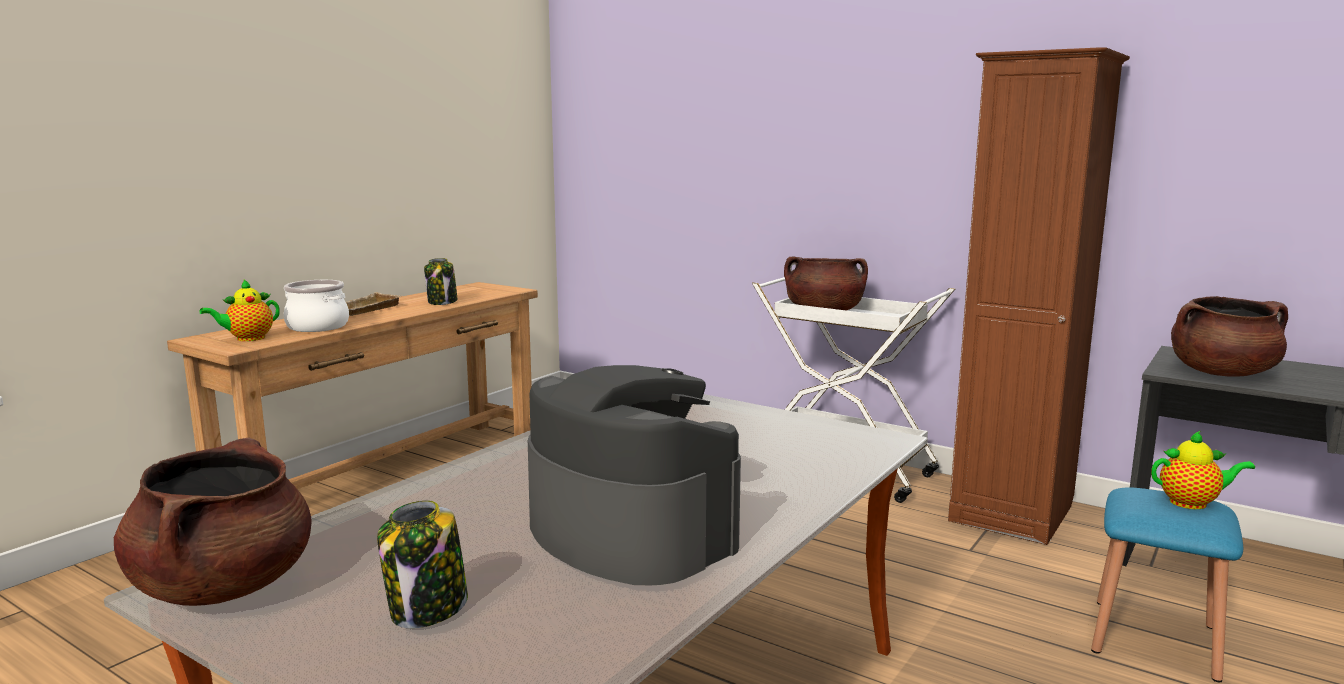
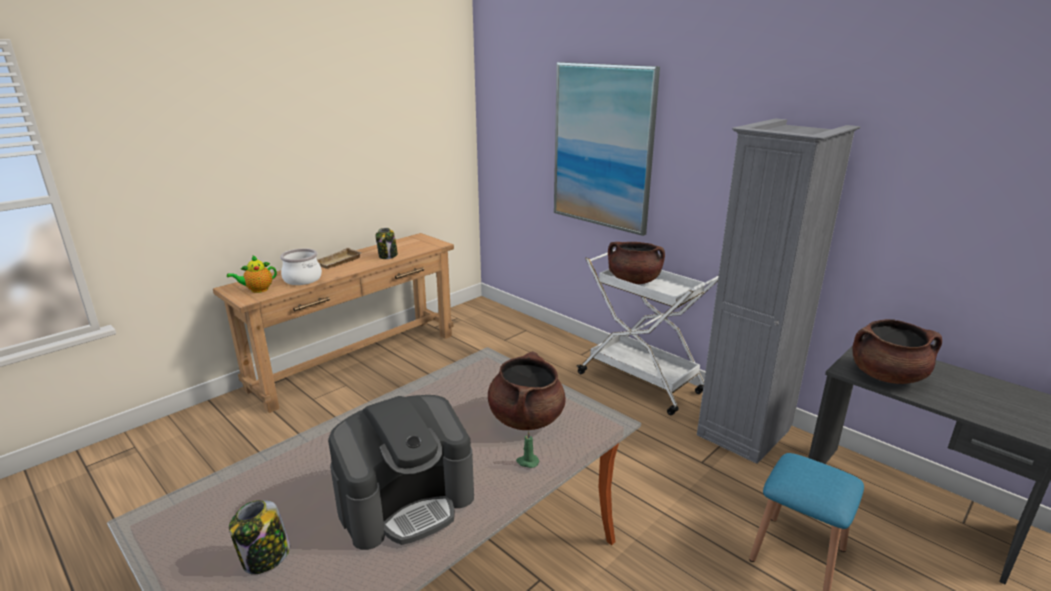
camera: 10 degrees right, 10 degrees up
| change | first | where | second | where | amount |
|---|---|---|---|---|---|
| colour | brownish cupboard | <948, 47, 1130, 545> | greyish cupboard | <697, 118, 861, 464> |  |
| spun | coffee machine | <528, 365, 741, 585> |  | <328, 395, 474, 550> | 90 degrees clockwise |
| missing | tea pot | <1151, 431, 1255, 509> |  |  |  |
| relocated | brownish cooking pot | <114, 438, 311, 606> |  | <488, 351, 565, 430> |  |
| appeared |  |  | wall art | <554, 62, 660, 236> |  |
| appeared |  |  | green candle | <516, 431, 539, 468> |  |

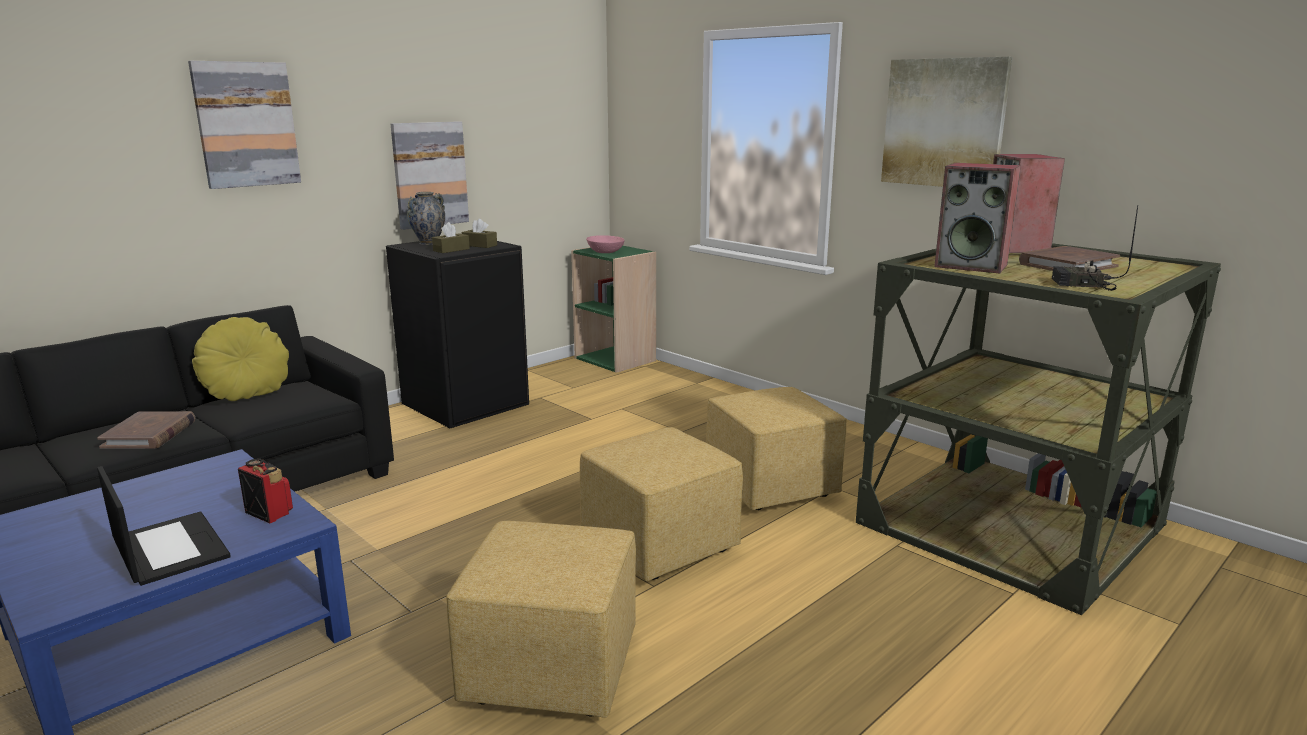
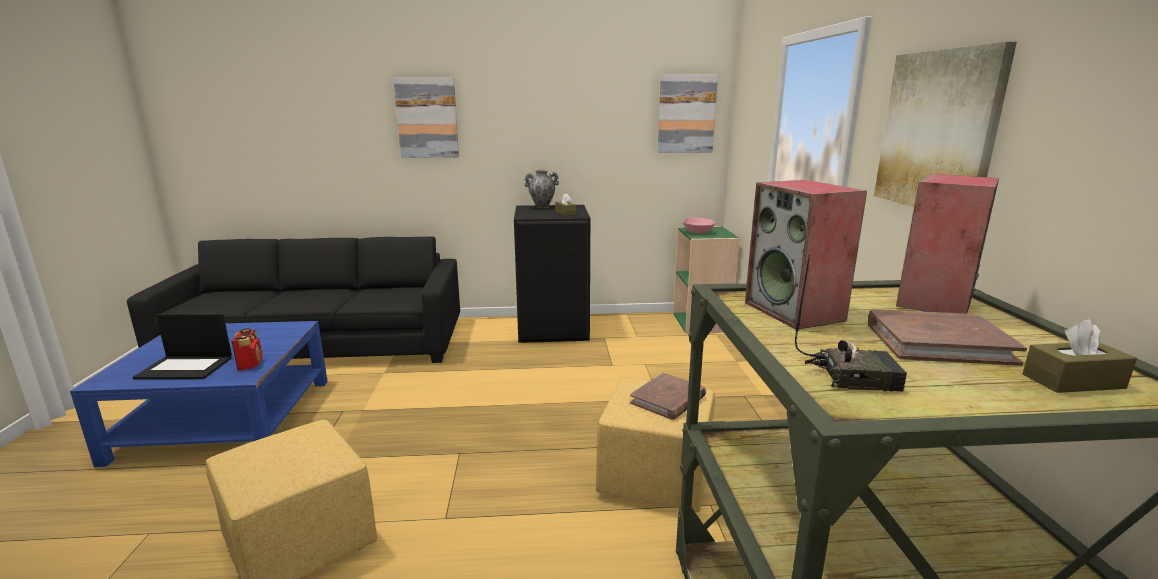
camera: 40 degrees right, 0 degrees up
| change | first | where | second | where | amount |
|---|---|---|---|---|---|
| relocated | wall art | <391, 121, 469, 230> |  | <658, 74, 718, 153> |  |
| spun | radio receiver | <1052, 205, 1138, 291> |  | <795, 255, 907, 392> | 135 degrees clockwise |
| relocated | brownish box of tissues | <432, 222, 470, 253> |  | <1023, 319, 1137, 393> |  |
| missing | yellow-coloured cushion | <192, 317, 289, 401> |  |  |  |
| relocated | brownish volume | <97, 411, 195, 449> |  | <630, 373, 706, 420> |  |
| missing | yellow-coloured pouffe | <580, 427, 743, 581> |  |  |  |
| spun | notebook computer | <97, 466, 231, 586> |  | <133, 314, 232, 380> | 90 degrees clockwise |

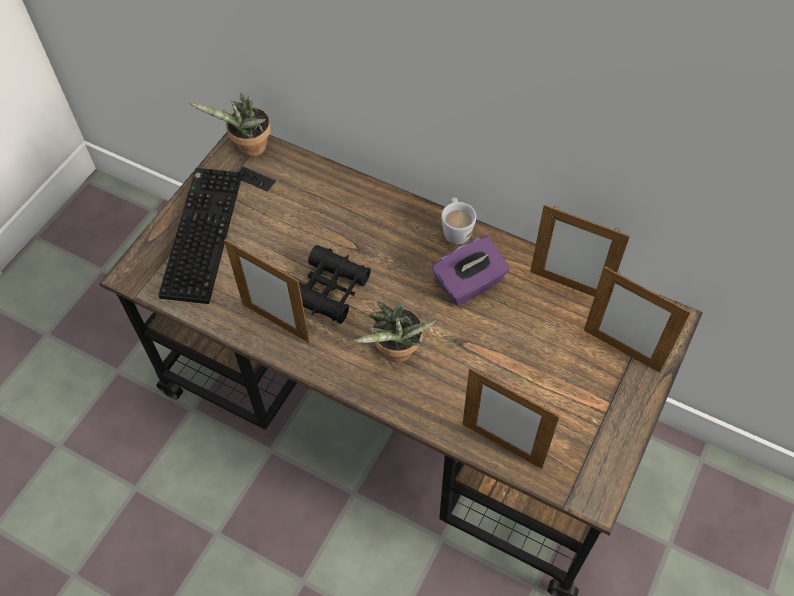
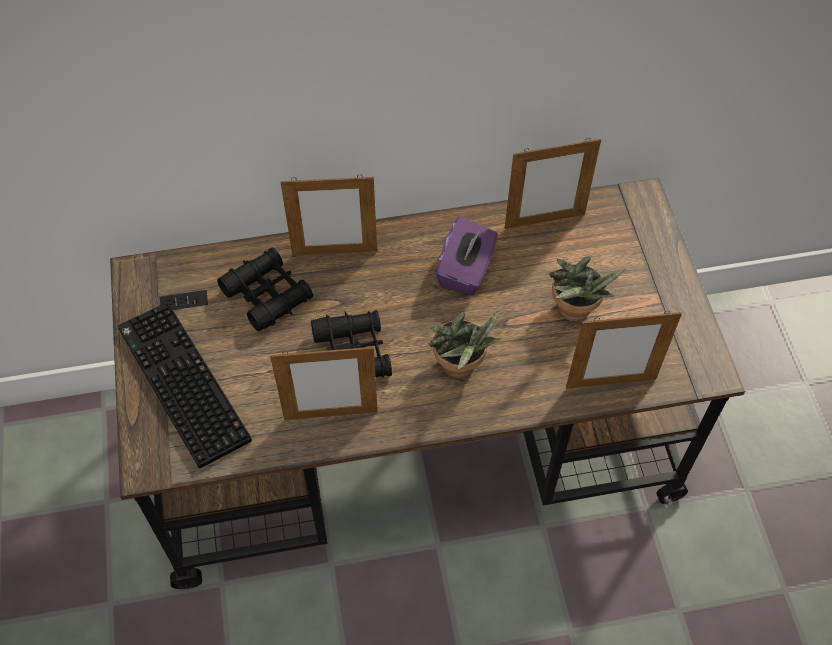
camera: 40 degrees left, 0 degrees up
| change | first | where | second | where | amount |
|---|---|---|---|---|---|
| relocated | potted plant | <189, 93, 271, 157> |  | <549, 256, 626, 322> |  |
| missing | white coffee mug | <441, 197, 476, 245> |  |  |  |
| relocated | picture frame | <584, 267, 691, 373> |  | <280, 174, 377, 256> |  |
| appeared |  |  | blackish binoculars | <217, 248, 313, 331> |  |

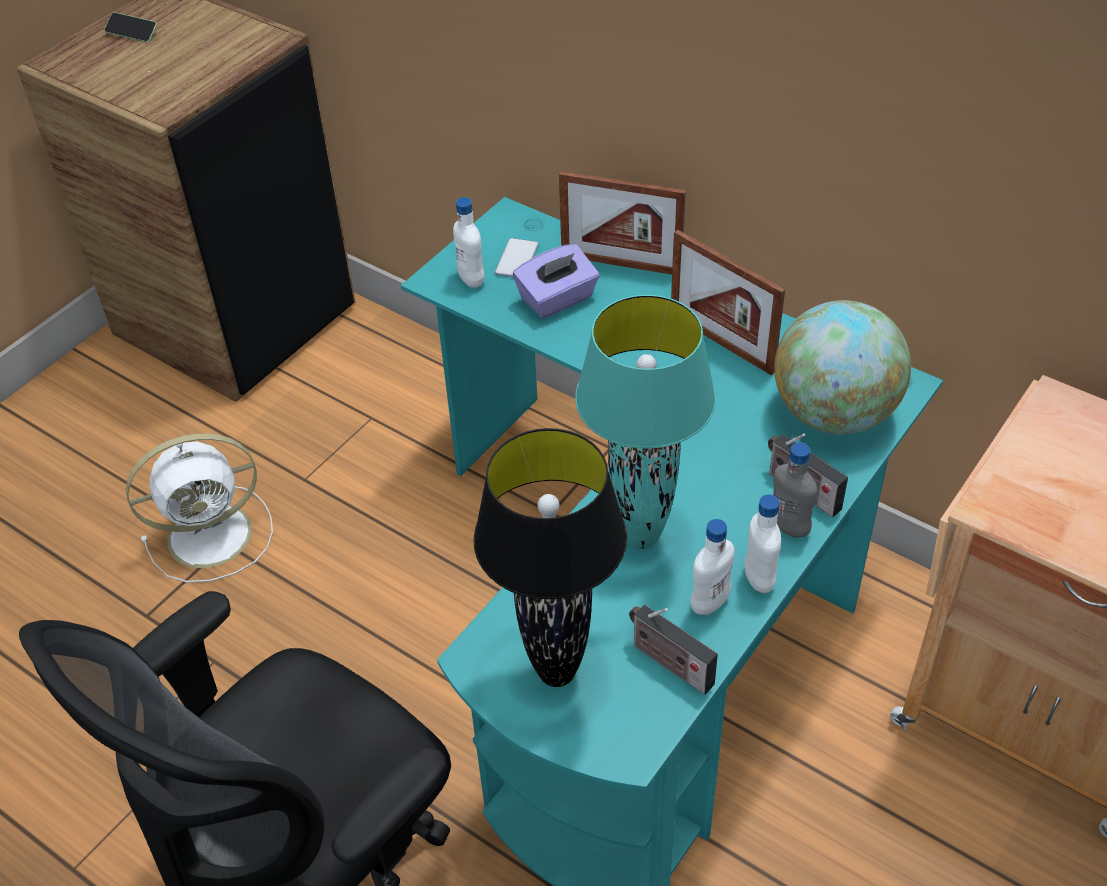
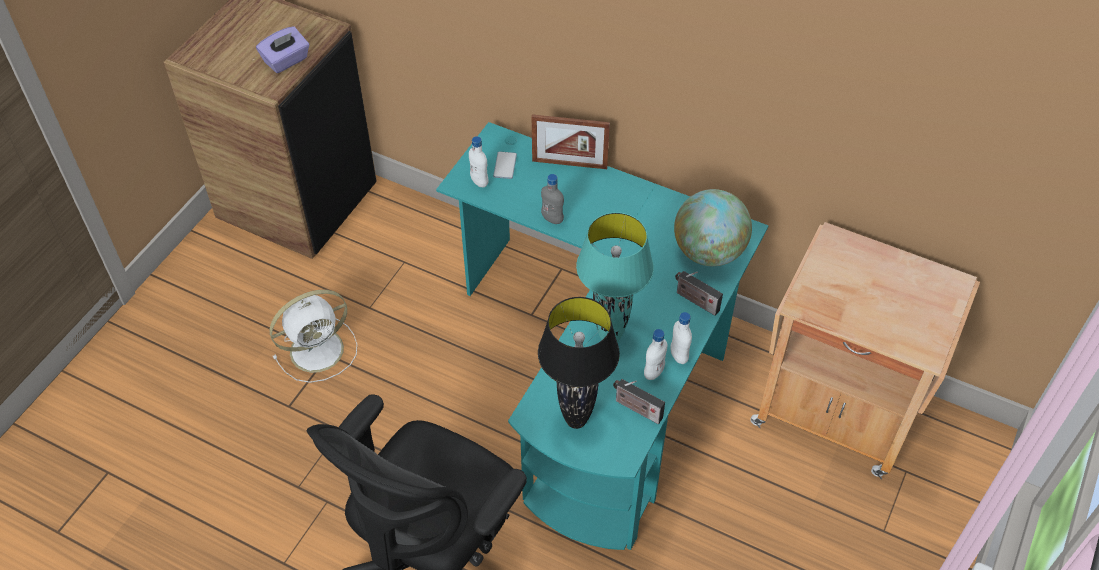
camera: 10 degrees left, 5 degrees up
| change | first | where | second | where | amount |
|---|---|---|---|---|---|
| missing | handset | <104, 12, 157, 42> |  |  |  |
| missing | picture frame | <671, 230, 785, 375> |  |  |  |
| relocated | purplish box of tissues | <513, 244, 600, 319> |  | <256, 26, 310, 73> |  |
| relocated | greyish beverage bottle | <773, 442, 818, 538> |  | <541, 174, 564, 224> |  |

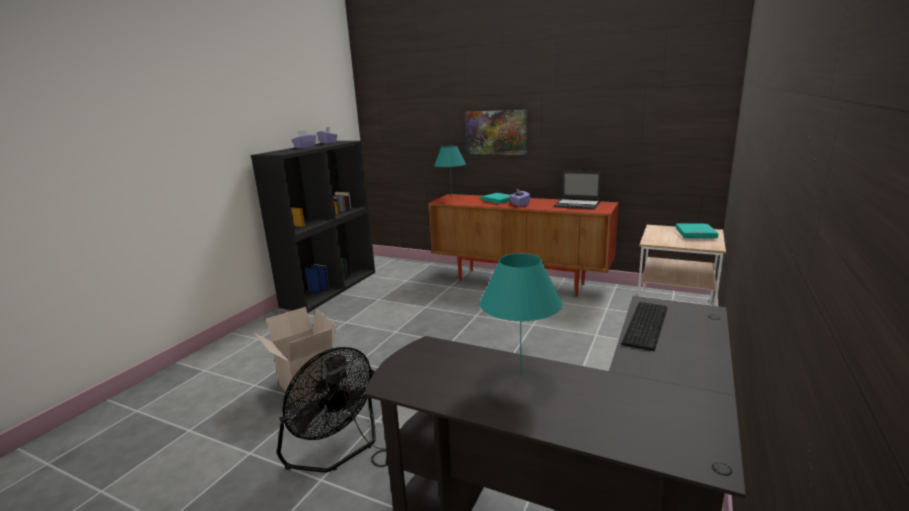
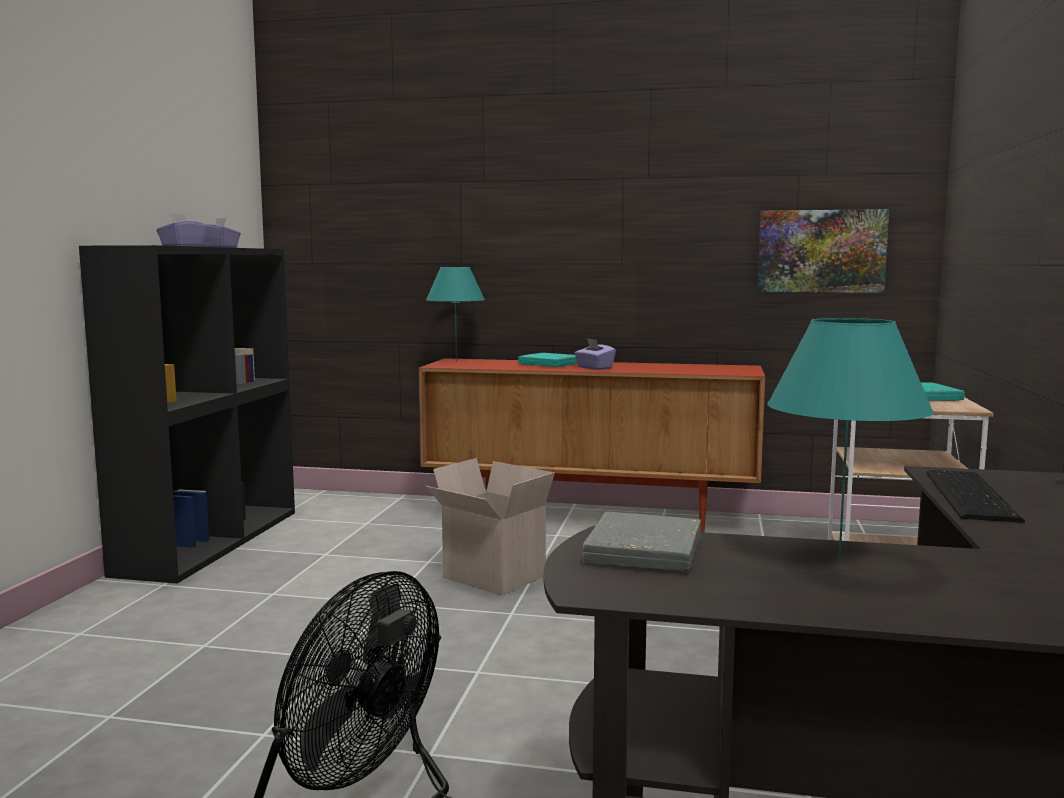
camera: 15 degrees left, 10 degrees down
| change | first | where | second | where | amount |
|---|---|---|---|---|---|
| relocated | wall art | <465, 110, 527, 155> |  | <757, 209, 889, 293> |  |
| missing | notebook computer | <554, 170, 602, 210> |  |  |  |
| relocated | packing box | <254, 307, 337, 406> |  | <426, 458, 555, 596> |  |
| appeared |  |  | greyish volume | <583, 512, 701, 571> |  |

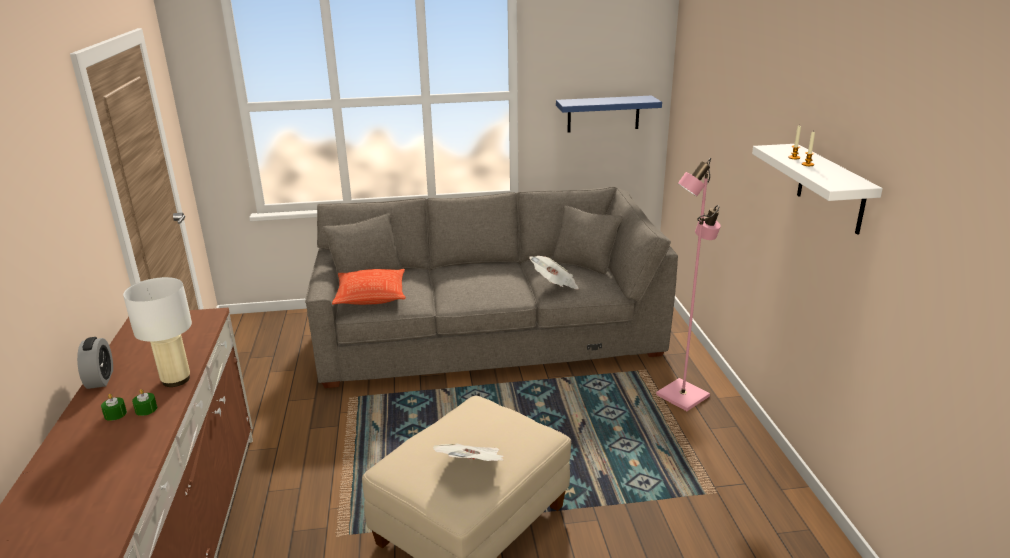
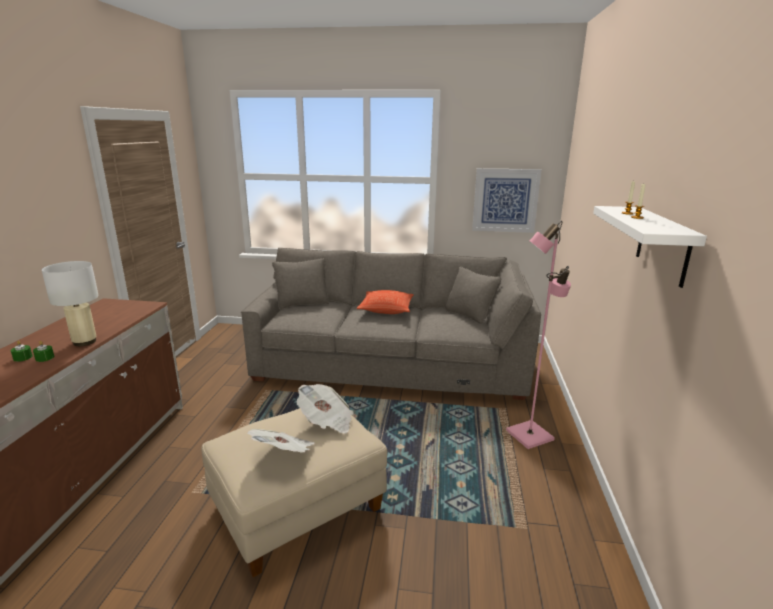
camera: 15 degrees right, 5 degrees down
| change | first | where | second | where | amount |
|---|---|---|---|---|---|
| exchanged | bluish shelf | <556, 95, 662, 133> | wall art | <472, 168, 541, 233> |  |
| relocated | newspaper | <530, 256, 579, 289> |  | <296, 384, 353, 434> |  |
| relocated | orangey cushion | <332, 269, 406, 305> |  | <357, 290, 414, 314> |  |
| missing | alarm clock | <77, 337, 113, 389> |  |  |  |

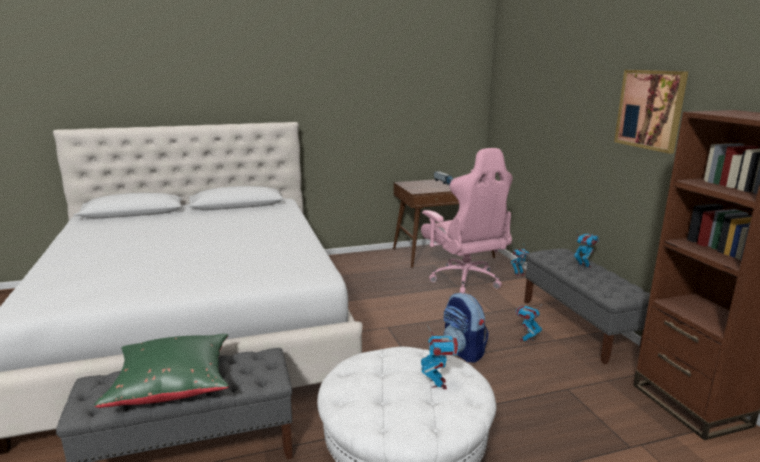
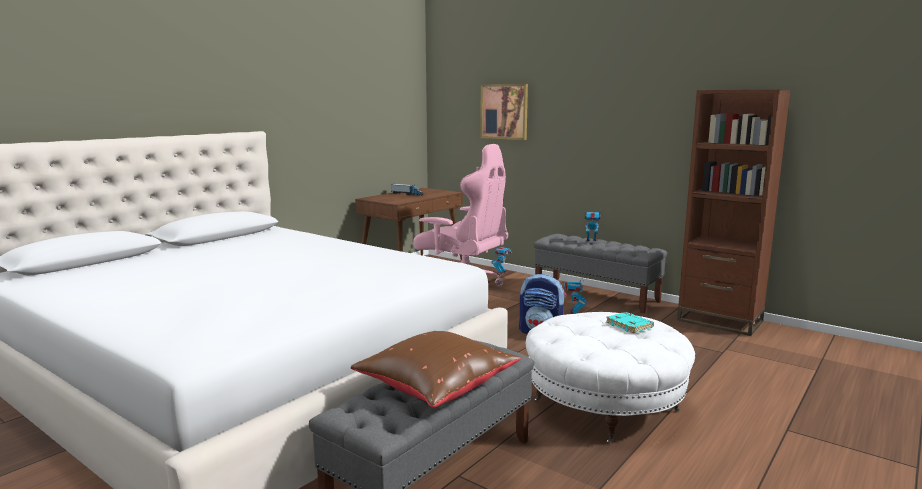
camera: 35 degrees left, 5 degrees down
| change | first | where | second | where | amount |
|---|---|---|---|---|---|
| relocated | wall art | <614, 70, 688, 154> |  | <480, 84, 528, 140> |  |
| exchanged | toy robot | <421, 325, 459, 389> | turquoise-coloured volume | <606, 312, 654, 333> |  |
| colour | green cushion | <94, 334, 229, 408> | brownish cushion | <351, 331, 521, 408> |  |

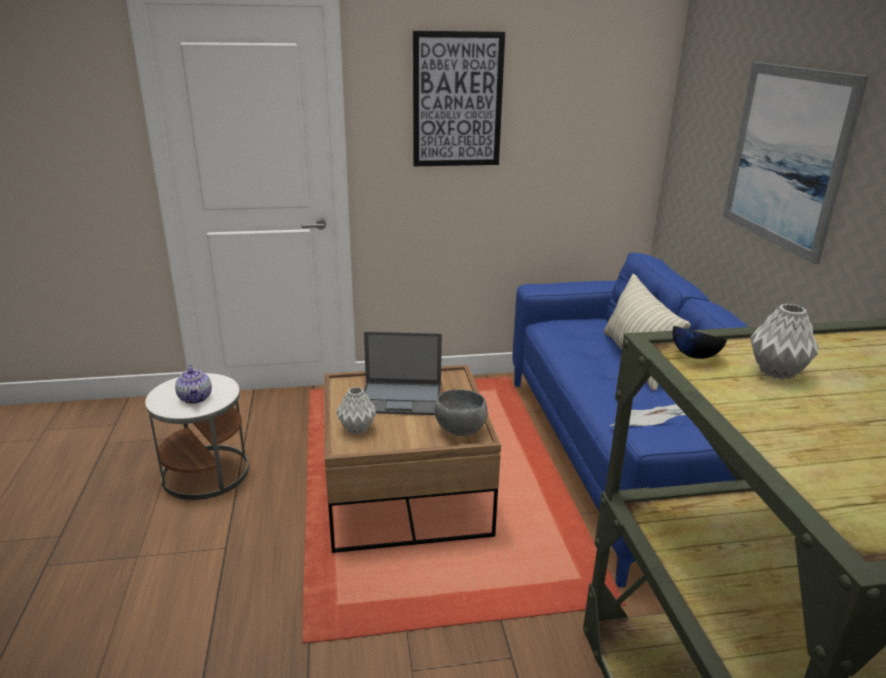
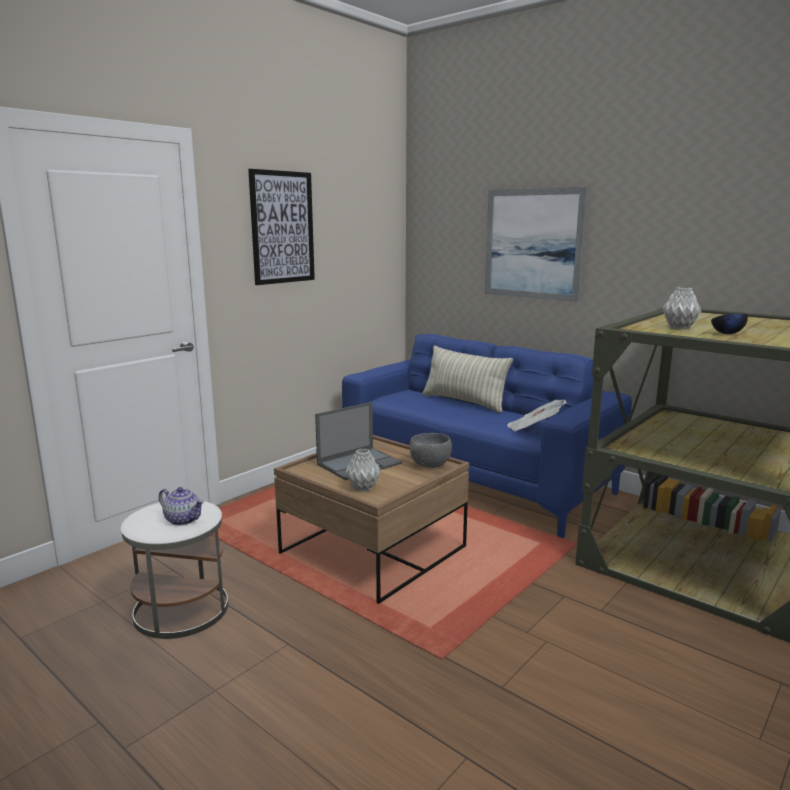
camera: 40 degrees left, 10 degrees down
| change | first | where | second | where | amount |
|---|---|---|---|---|---|
| relocated | blackish bowl | <672, 326, 727, 359> |  | <711, 313, 748, 334> |  |

